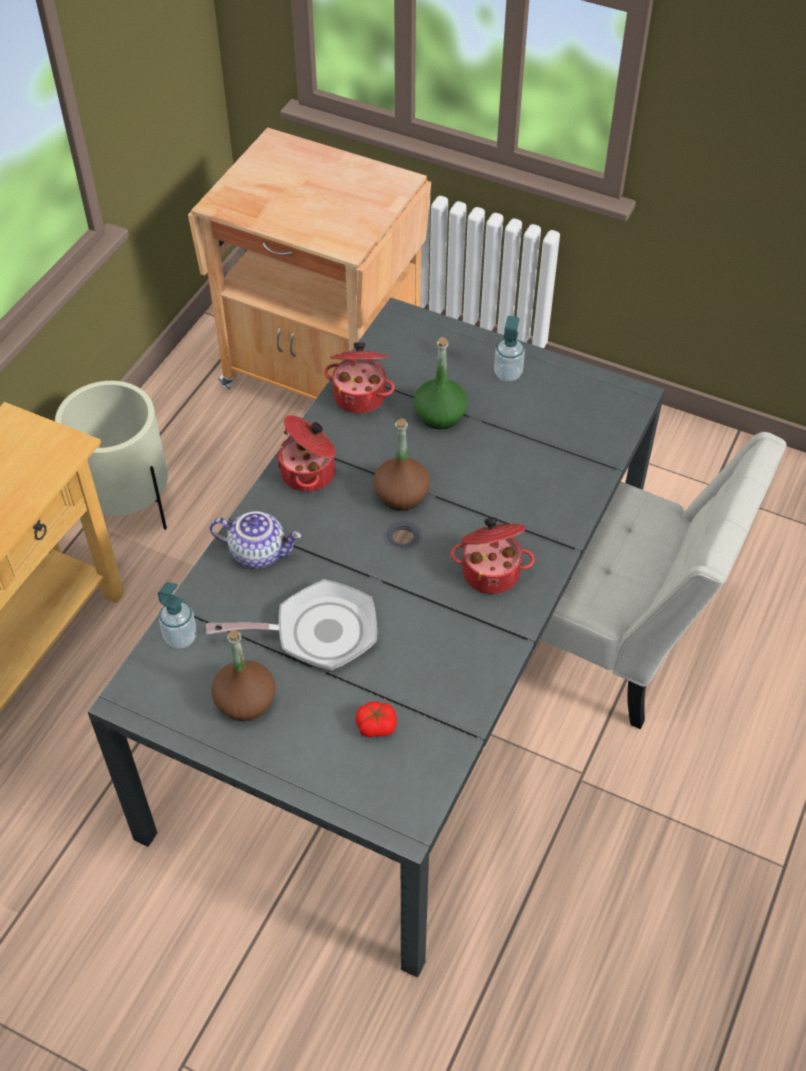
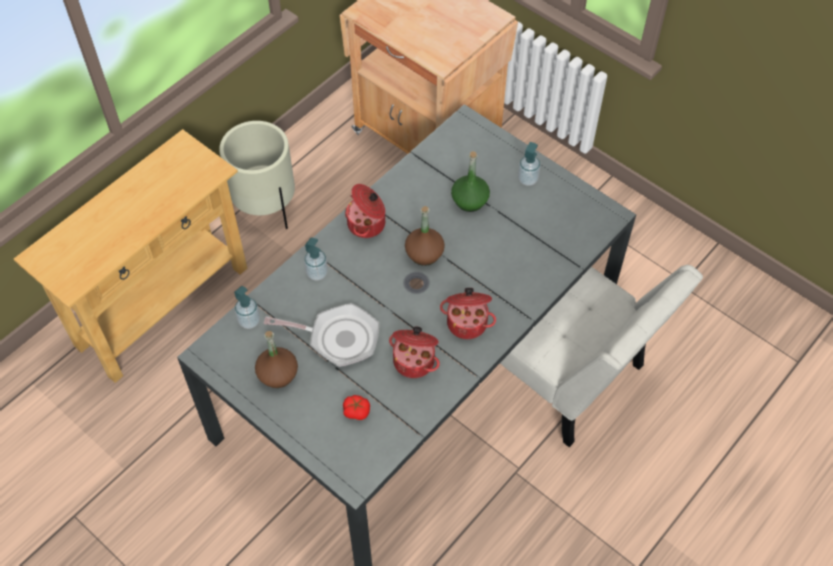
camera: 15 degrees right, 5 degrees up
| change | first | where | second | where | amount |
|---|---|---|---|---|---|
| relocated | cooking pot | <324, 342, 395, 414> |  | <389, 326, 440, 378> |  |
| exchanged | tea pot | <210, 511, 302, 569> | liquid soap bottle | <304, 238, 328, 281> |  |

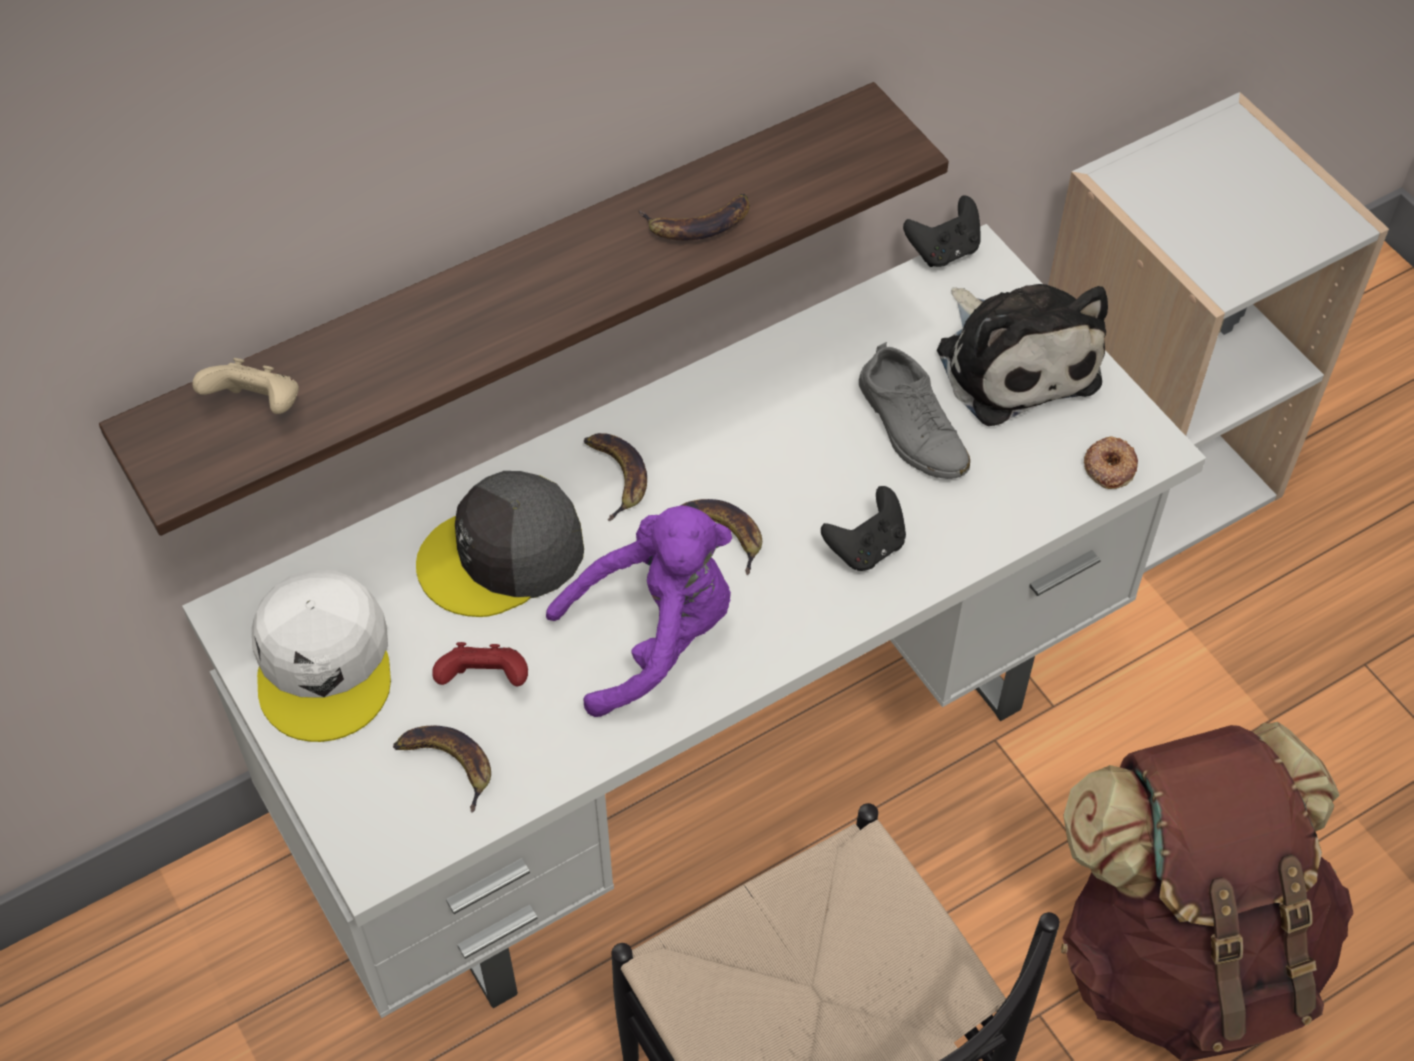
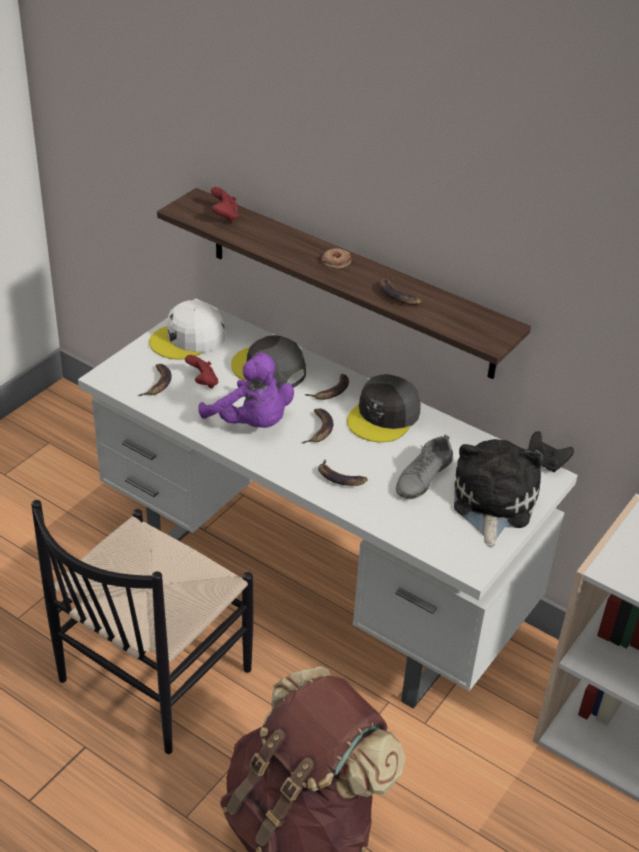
camera: 65 degrees right, 15 degrees down
| change | first | where | second | where | amount |
|---|---|---|---|---|---|
| spun | cuddly toy | <937, 284, 1108, 426> |  | <454, 439, 543, 547> | 150 degrees clockwise |
| colour | sand-coloured game controller | <192, 358, 299, 414> | red-coloured game controller | <211, 187, 238, 223> |  |
| relocated | donut | <1084, 437, 1138, 489> |  | <322, 248, 351, 269> |  |
| exchanged | blackish game controller | <821, 486, 906, 571> | whole banana | <318, 460, 367, 486> |  |
| appeared |  |  | greyish peaked cap | <347, 374, 421, 442> |  |

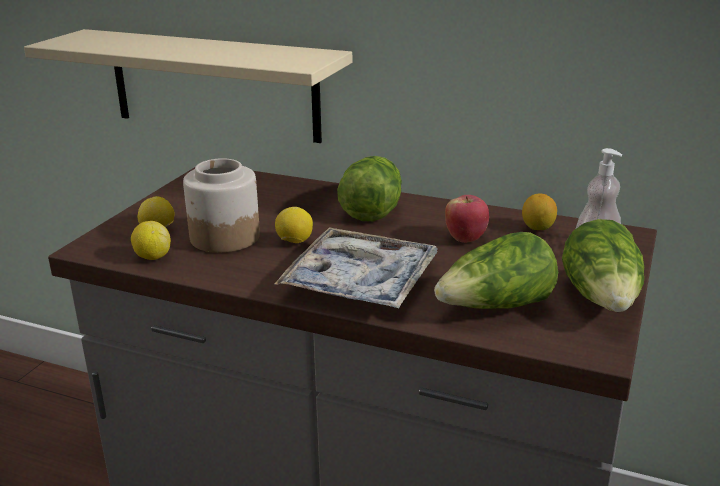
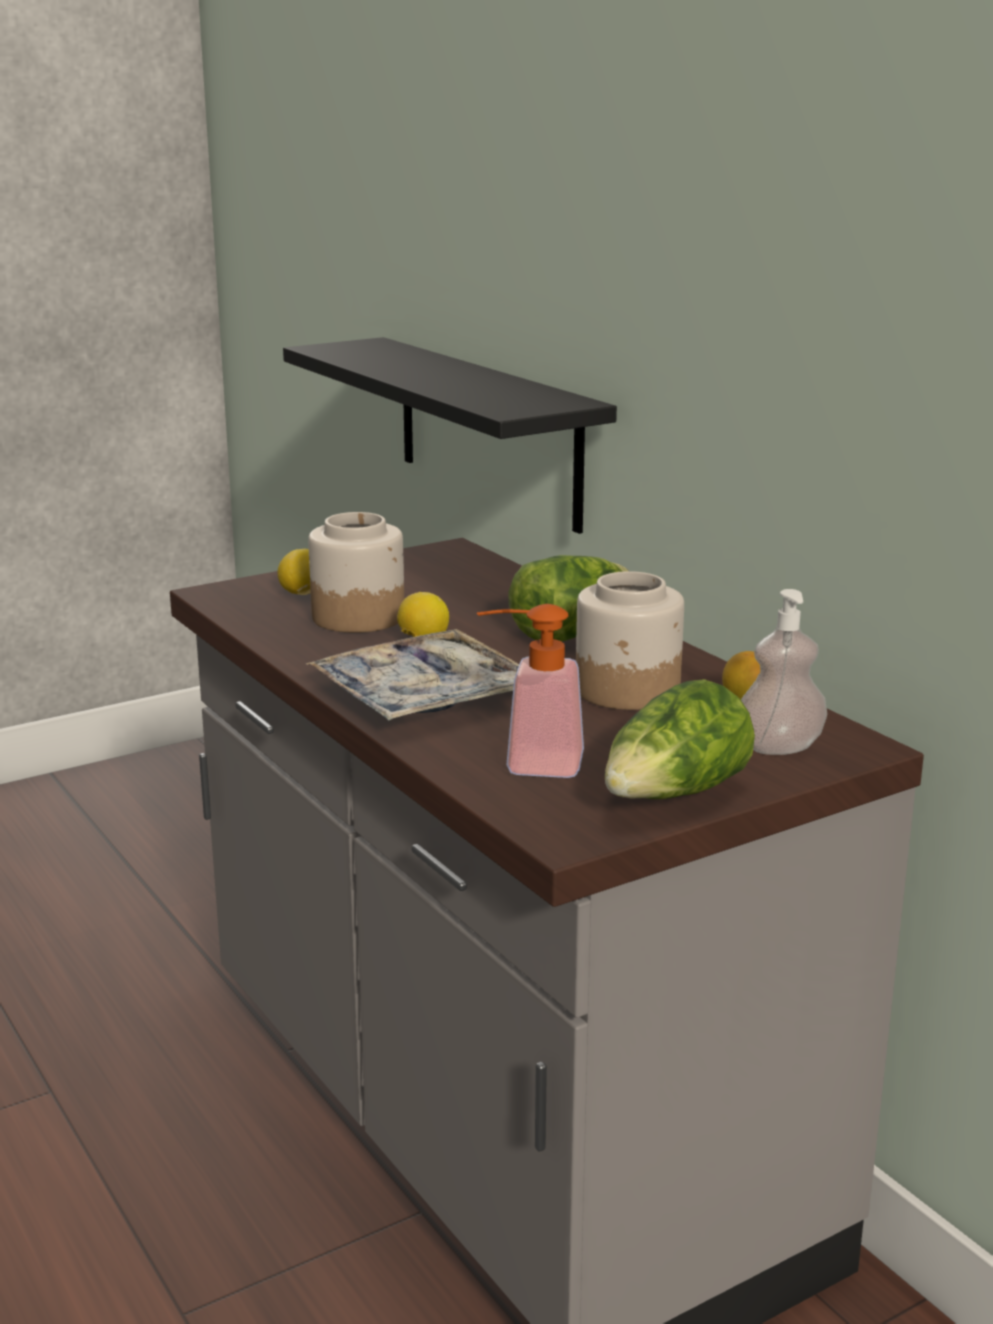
camera: 35 degrees right, 5 degrees down
| change | first | where | second | where | amount |
|---|---|---|---|---|---|
| colour | sand-coloured shelf | <24, 29, 352, 143> | blackish shelf | <283, 337, 617, 534> |  |
| exchanged | apple | <445, 195, 489, 243> | preserve jar | <576, 571, 684, 710> |  |
| missing | whole lemon | <131, 221, 171, 260> |  |  |  |
| exchanged | head of lettuce | <434, 232, 558, 309> | liquid soap bottle | <477, 604, 584, 778> |  |

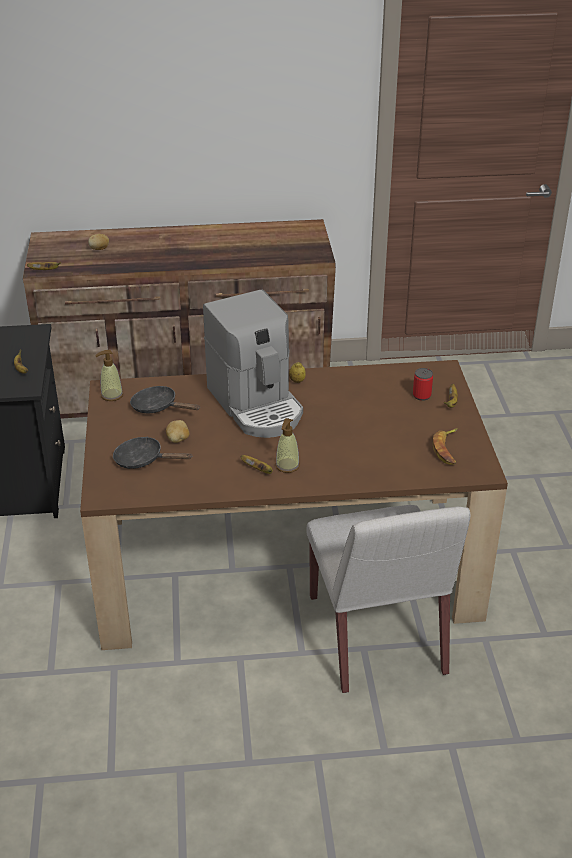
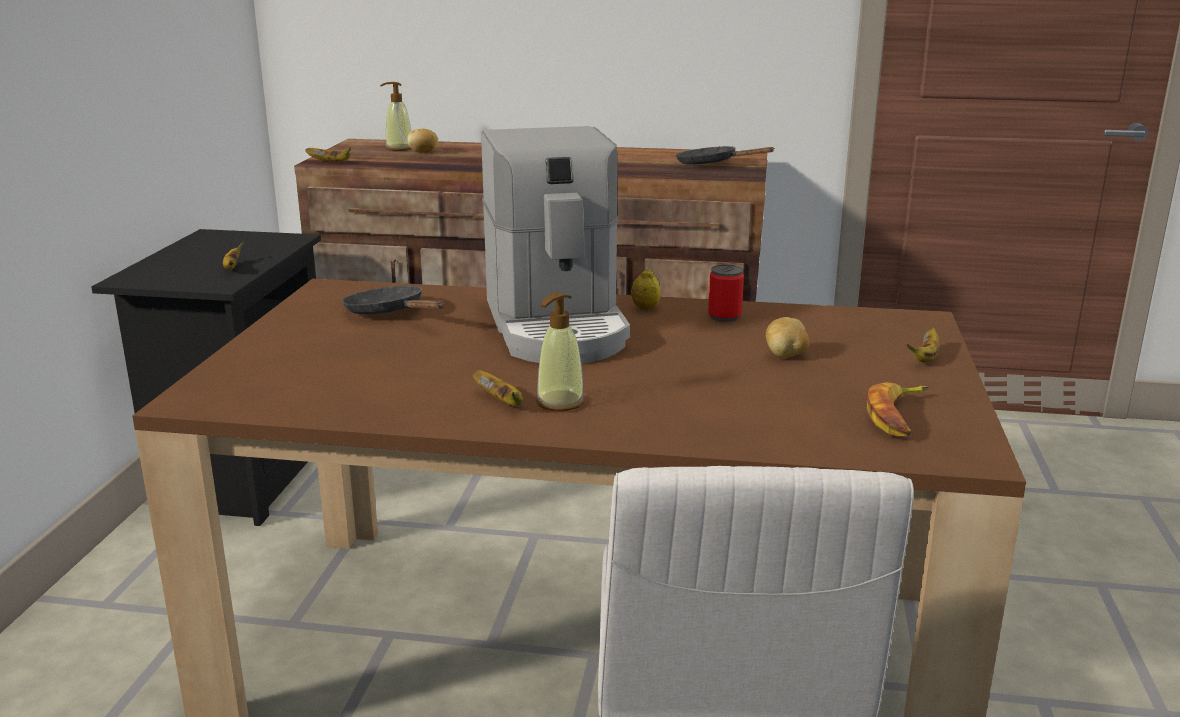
camera: 15 degrees right, 15 degrees down
| change | first | where | second | where | amount |
|---|---|---|---|---|---|
| relocated | liquid soap bottle | <95, 350, 123, 401> |  | <380, 82, 411, 151> |  |
| relocated | can | <413, 368, 433, 401> |  | <708, 265, 744, 322> |  |
| relocated | potato | <166, 420, 190, 443> |  | <766, 317, 810, 358> |  |
| relocated | blackish pan | <113, 437, 193, 469> |  | <676, 146, 775, 165> |  |

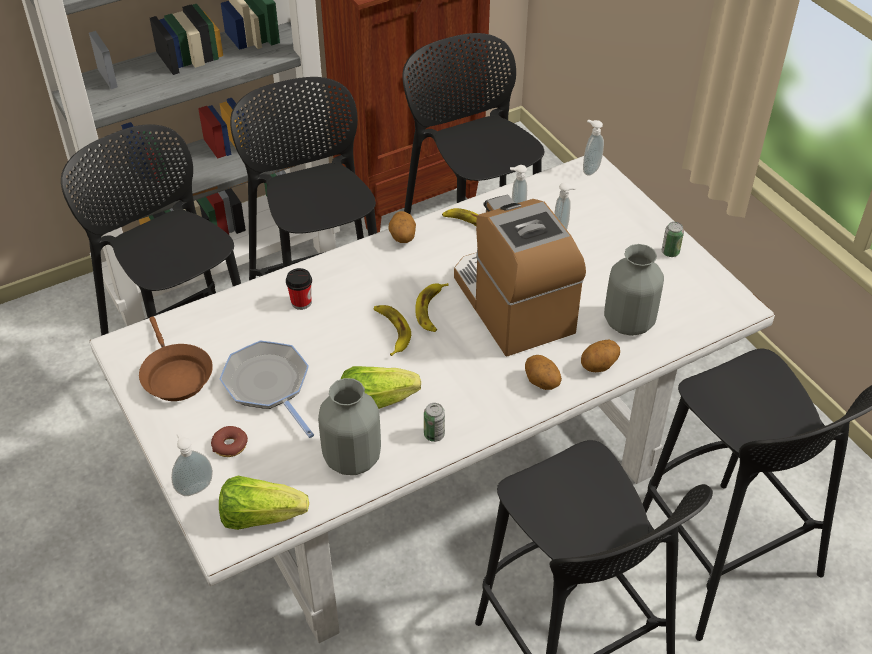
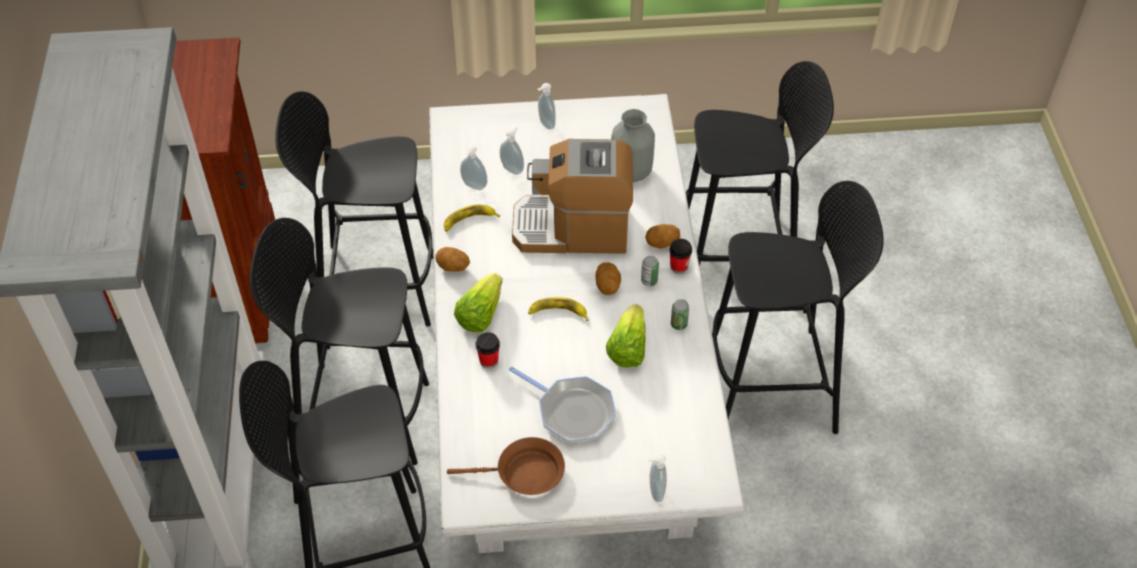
camera: 65 degrees left, 5 degrees up
| change | first | where | second | where | amount |
|---|---|---|---|---|---|
| relocated | liquid soap bottle | <583, 119, 604, 176> |  | <538, 83, 556, 130> |  |
| relocated | can | <662, 222, 684, 257> |  | <641, 256, 659, 286> |  |
| missing | whole banana | <415, 283, 449, 332> |  |  |  |
| relocated | potato | <581, 339, 620, 372> |  | <596, 262, 621, 295> |  |
| spun | pan | <220, 340, 314, 438> |  | <509, 367, 616, 442> | 135 degrees counterclockwise |
| missing | greyish decorative vase | <318, 378, 381, 475> |  |  |  |
| missing | donut | <211, 426, 248, 457> |  |  |  |
| relocated | head of lettuce | <219, 476, 309, 530> |  | <454, 273, 502, 333> |  |
| appeared |  |  | cup | <669, 239, 692, 274> |  |

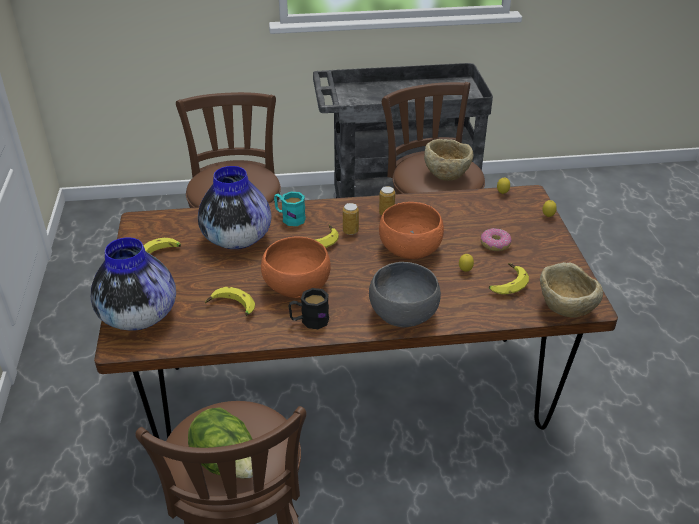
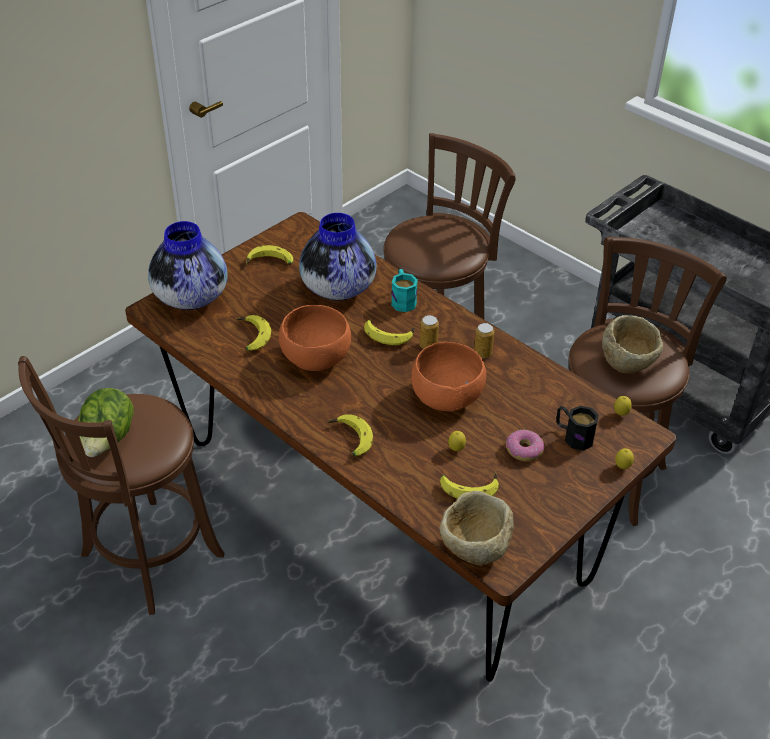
camera: 50 degrees right, 5 degrees up
| change | first | where | second | where | amount |
|---|---|---|---|---|---|
| exchanged | greyish bowl | <369, 262, 441, 327> | whole banana | <328, 414, 373, 456> |  |
| relocated | blackish coffee mug | <288, 288, 329, 329> |  | <556, 406, 599, 450> |  |

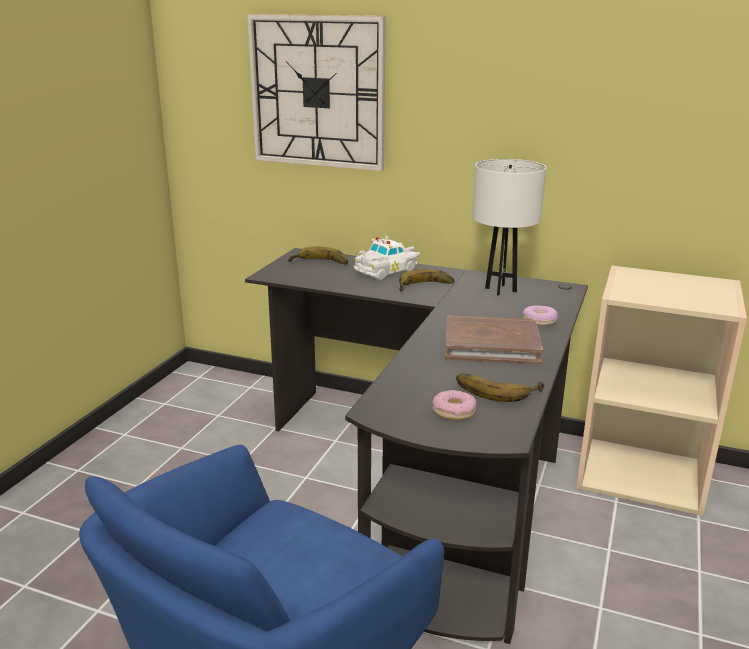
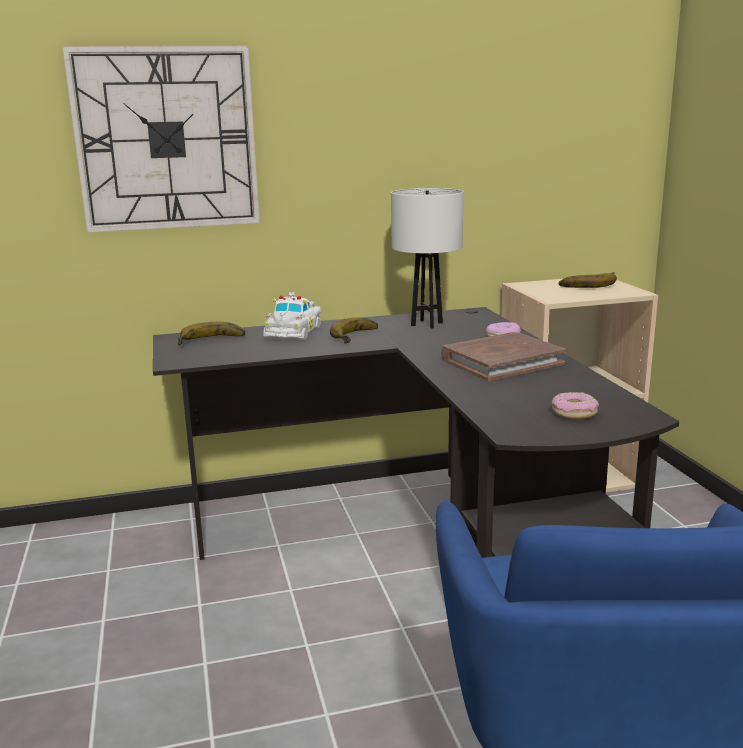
camera: 35 degrees left, 5 degrees down
| change | first | where | second | where | amount |
|---|---|---|---|---|---|
| relocated | whole banana | <456, 373, 545, 402> |  | <558, 272, 617, 288> |  |

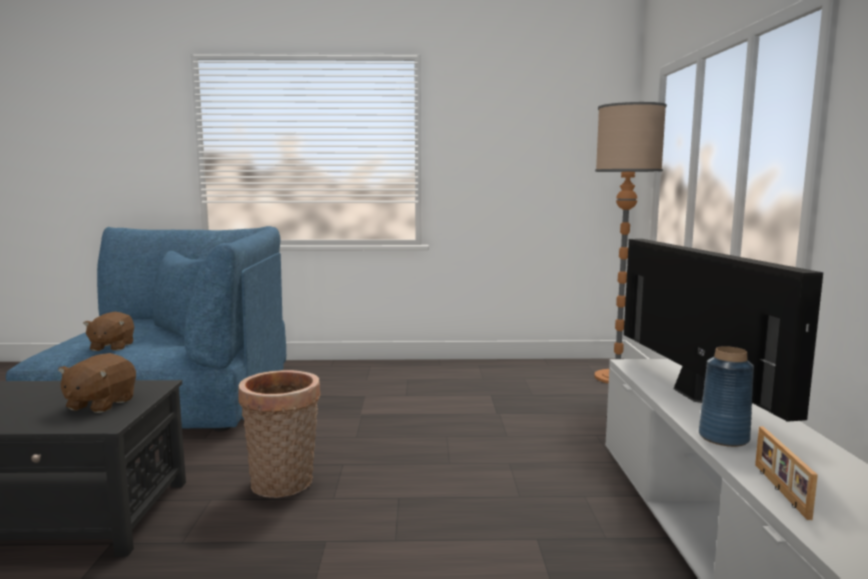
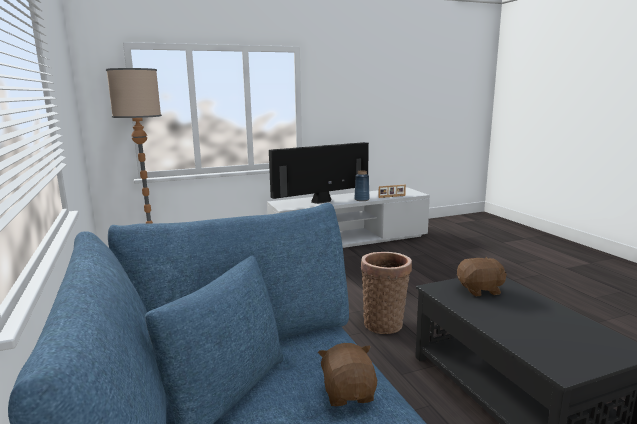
camera: 110 degrees left, 5 degrees up
| change | first | where | second | where | amount |
|---|---|---|---|---|---|
| spun | brownish cuddly toy | <83, 312, 134, 351> |  | <318, 343, 377, 406> | 75 degrees counterclockwise |

